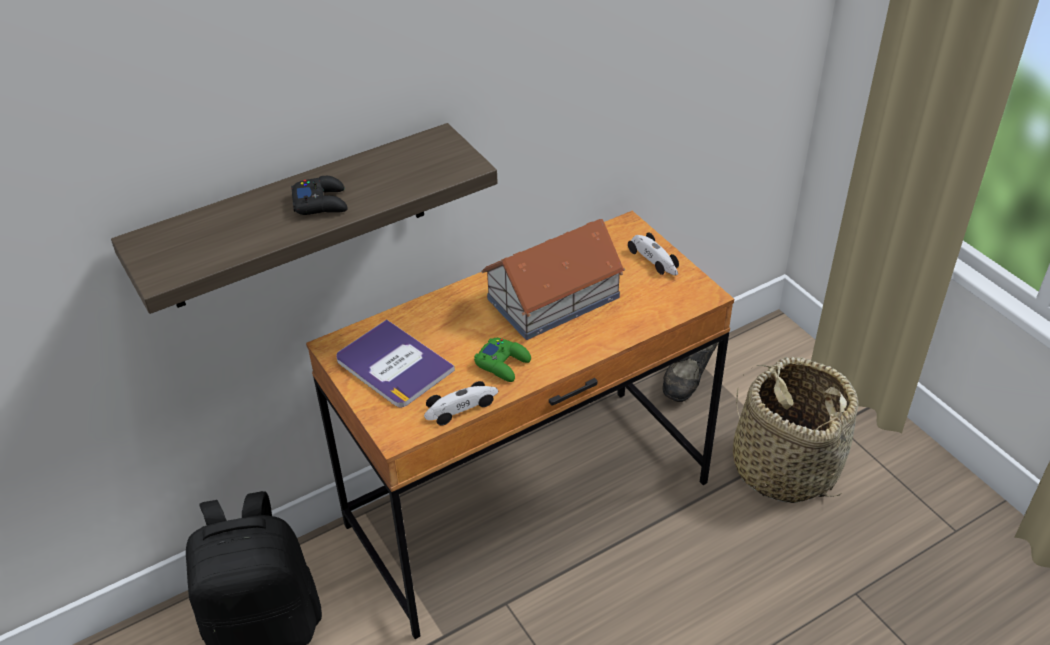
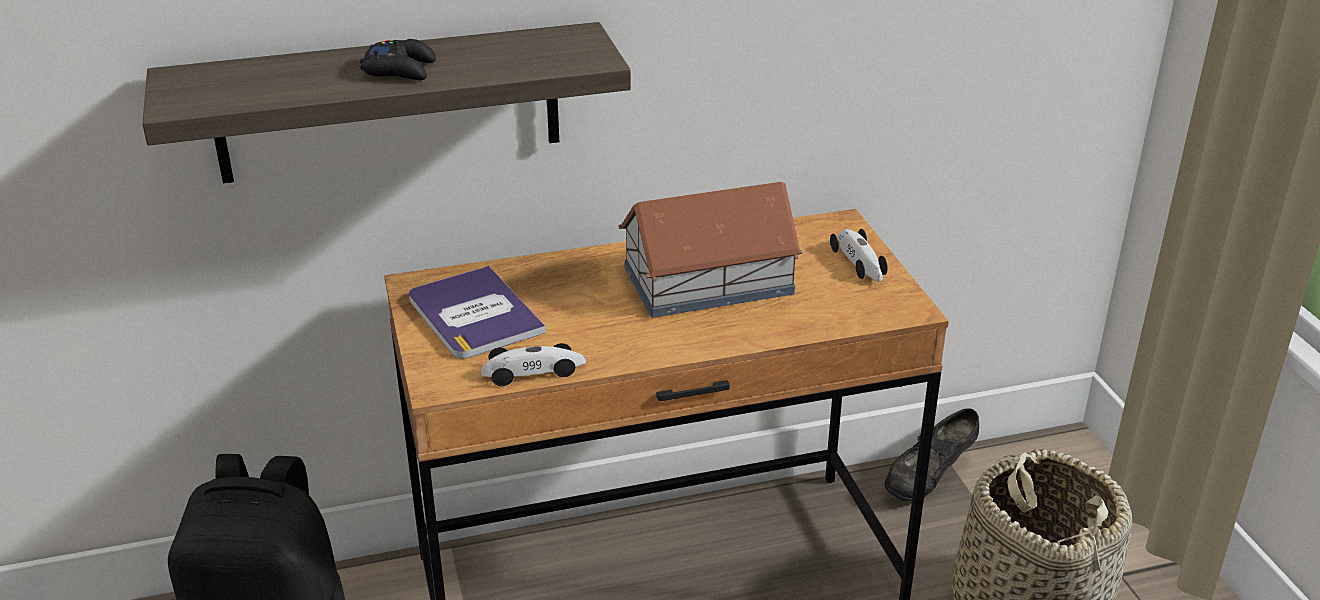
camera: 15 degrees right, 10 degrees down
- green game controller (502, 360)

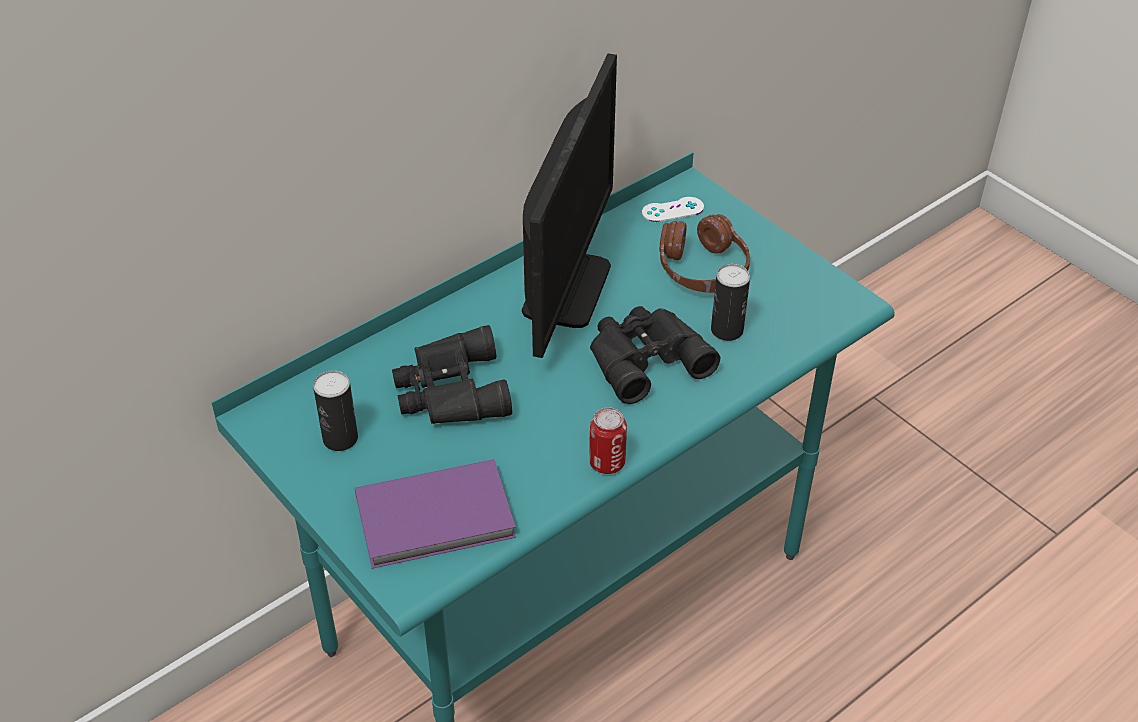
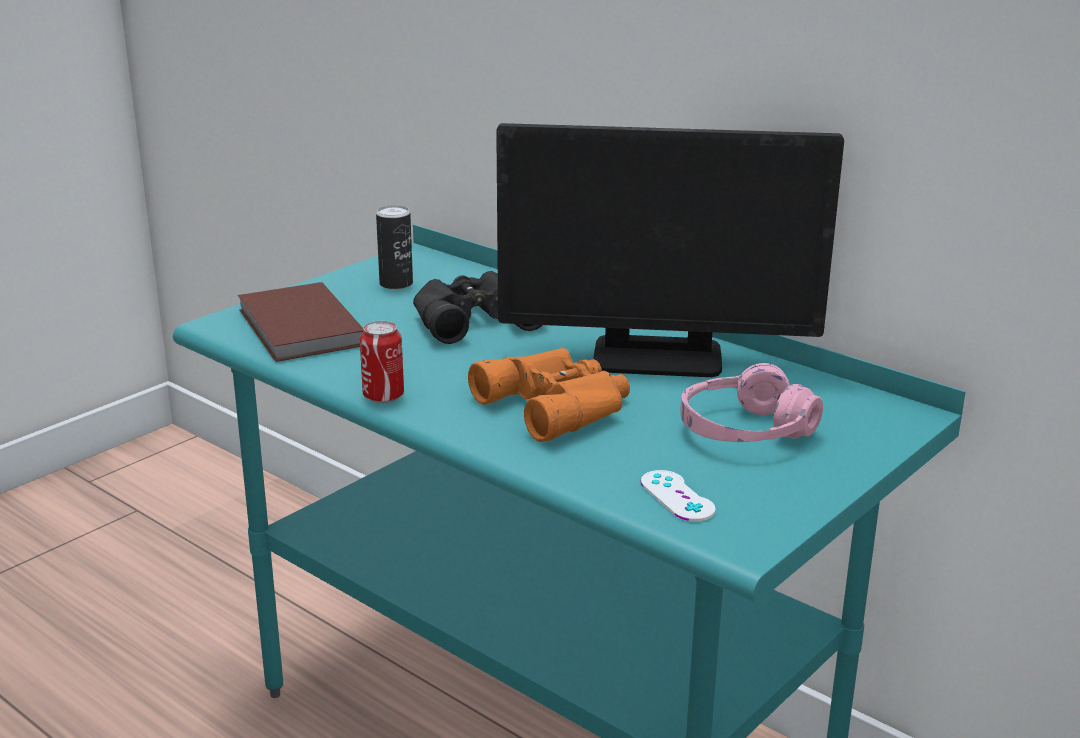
camera: 80 degrees right, 20 degrees down
~ purple book (435, 514) to brown book (300, 322)
~ black binoculars (655, 355) to orange binoculars (549, 395)
~ white game controller (673, 209) to (678, 496)
~ brown headphones (705, 253) to pink headphones (751, 402)
- can (730, 302)

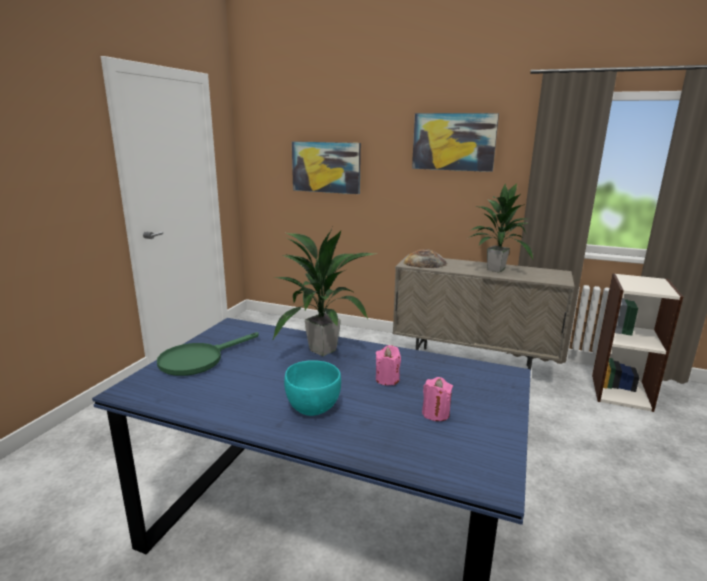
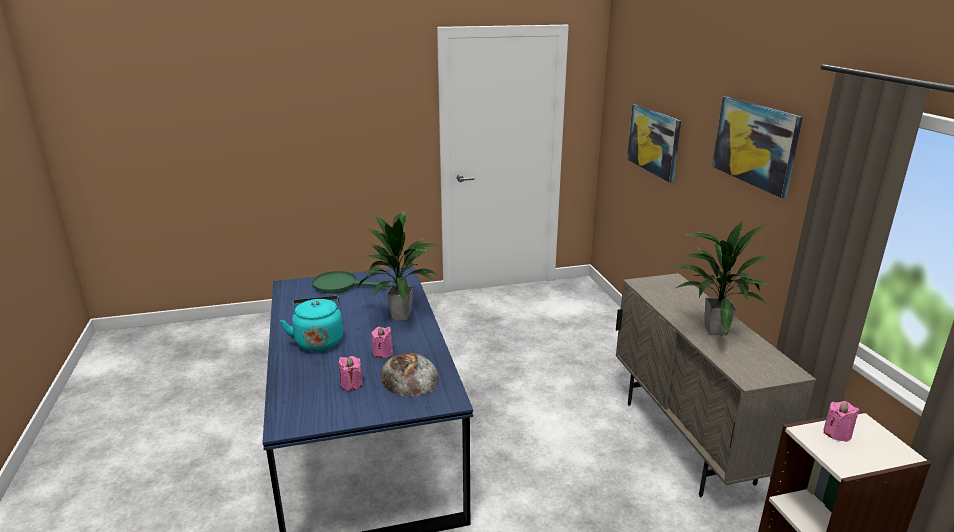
camera: 55 degrees right, 5 degrees up
~ turquoise bowl (312, 388) to turquoise kettle (311, 324)
~ bread (425, 258) to (410, 375)
+ pink candle (841, 421)

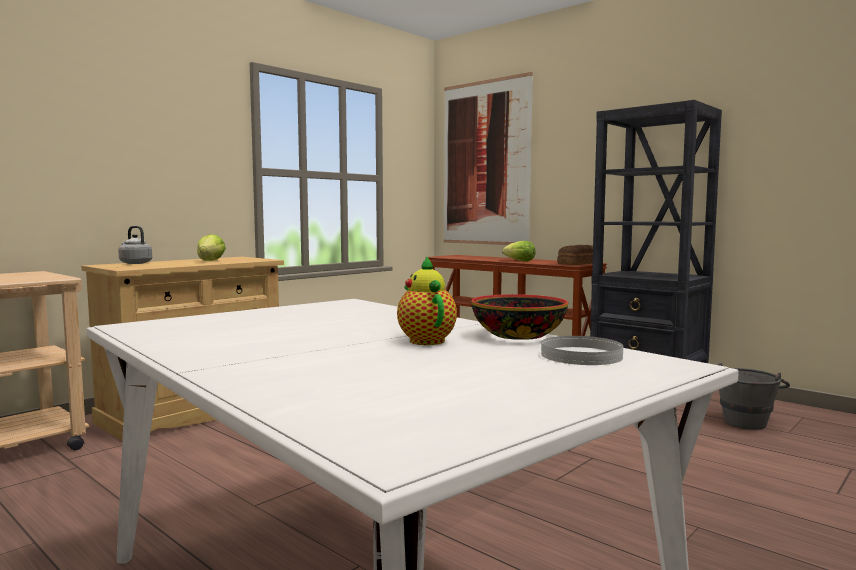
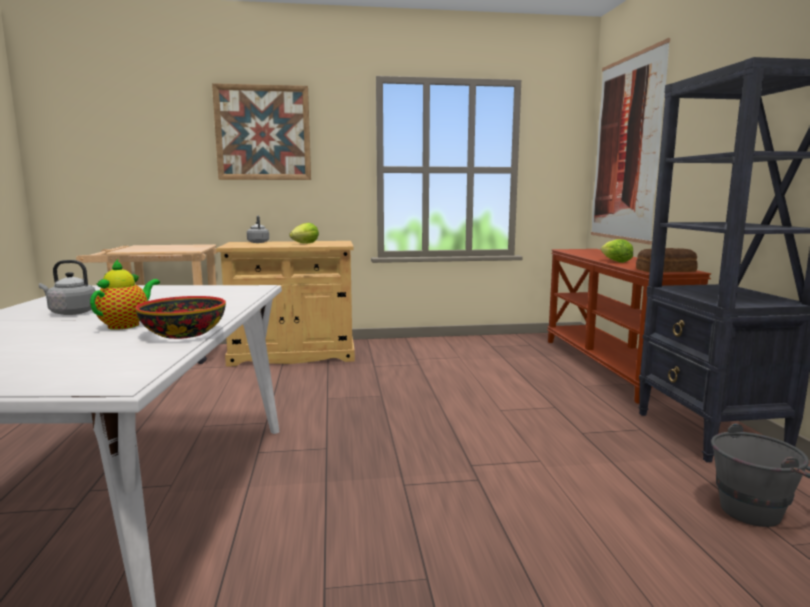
camera: 40 degrees right, 5 degrees up
- white plate (582, 350)
+ grey kettle (67, 287)
+ picture (261, 131)

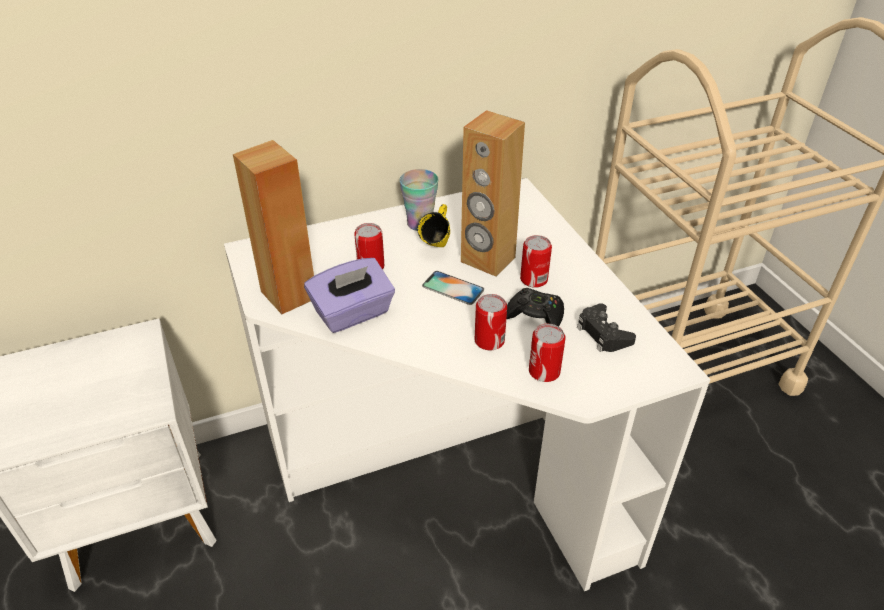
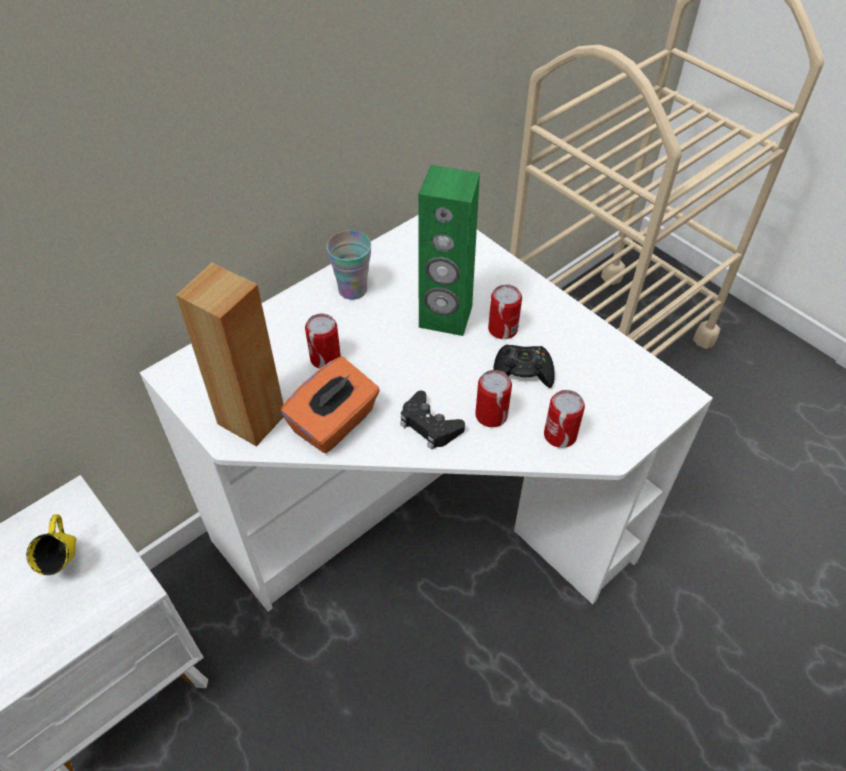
camera: 20 degrees left, 10 degrees up
~ purple tissue box (349, 295) to orange tissue box (330, 404)
~ yellow mug (433, 225) to (51, 544)
- phone (453, 288)
~ brown speaker (493, 193) to green speaker (449, 250)
~ black game controller (606, 327) to (432, 420)

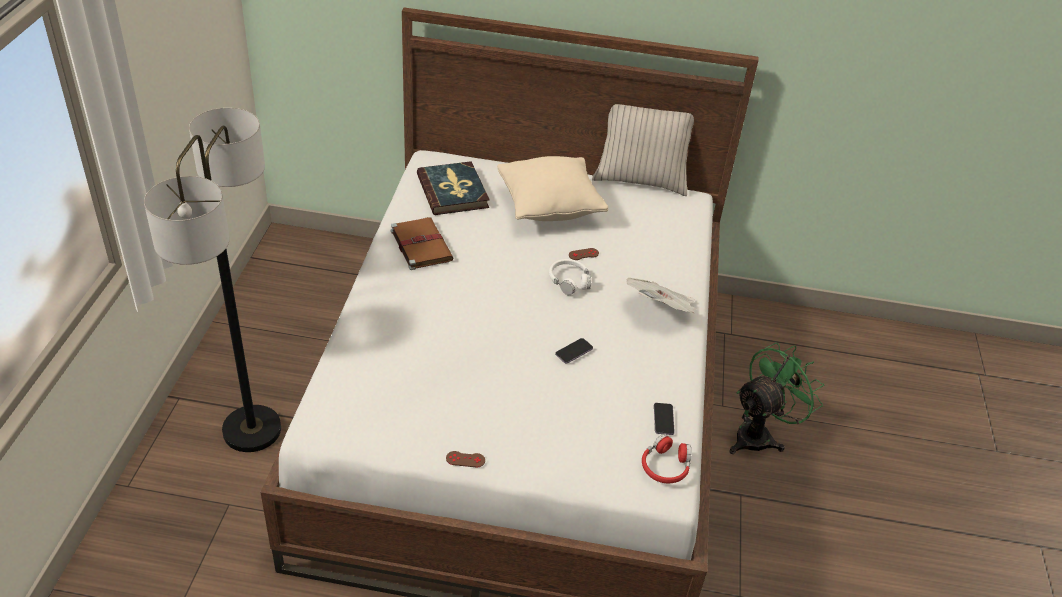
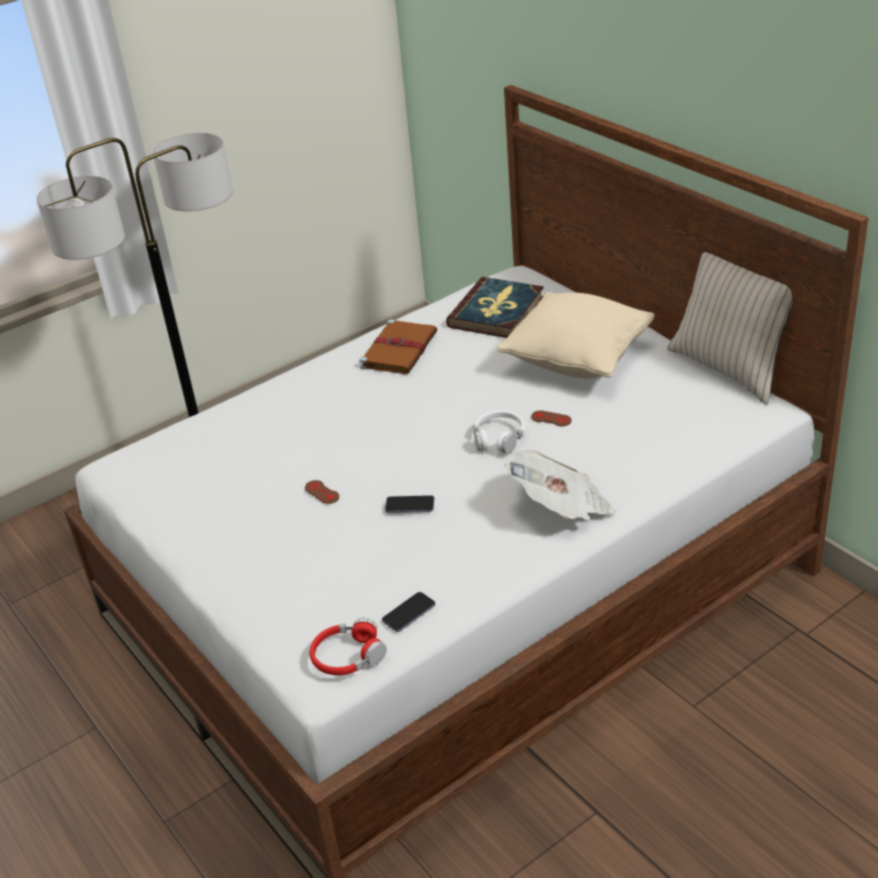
camera: 50 degrees right, 5 degrees down
~ brown game controller (465, 459) to (322, 492)
- green fan (776, 398)

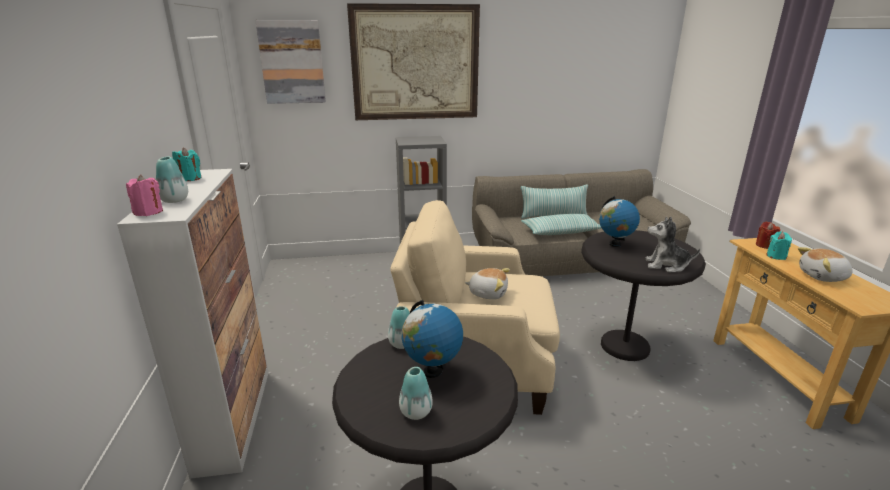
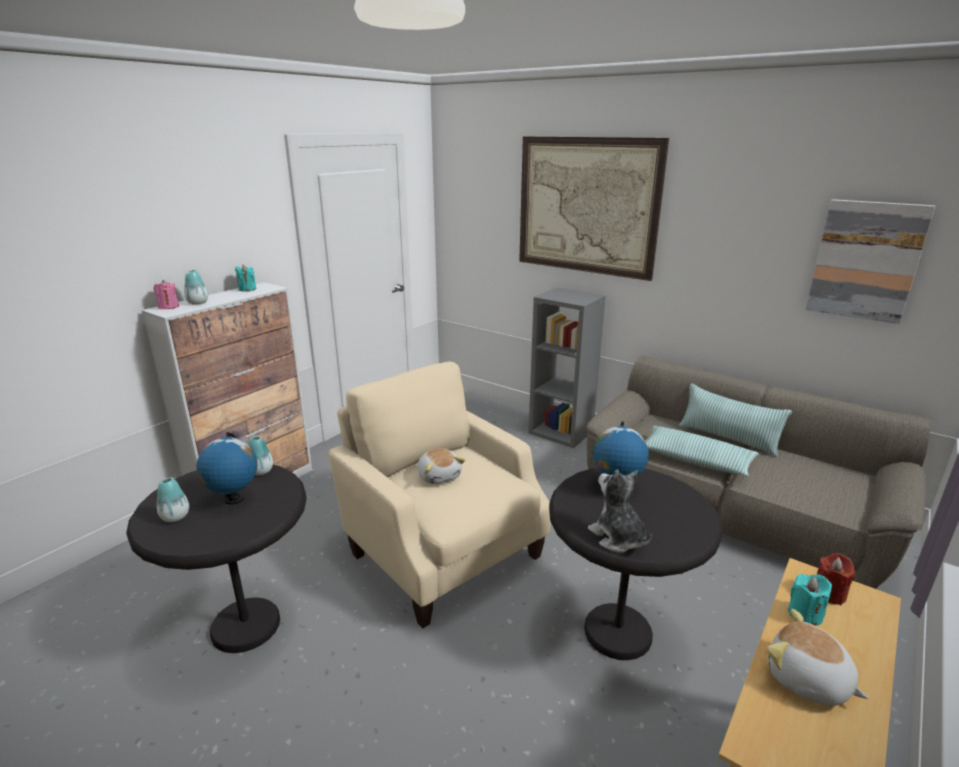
camera: 45 degrees right, 0 degrees up
~ picture (290, 62) to (870, 261)

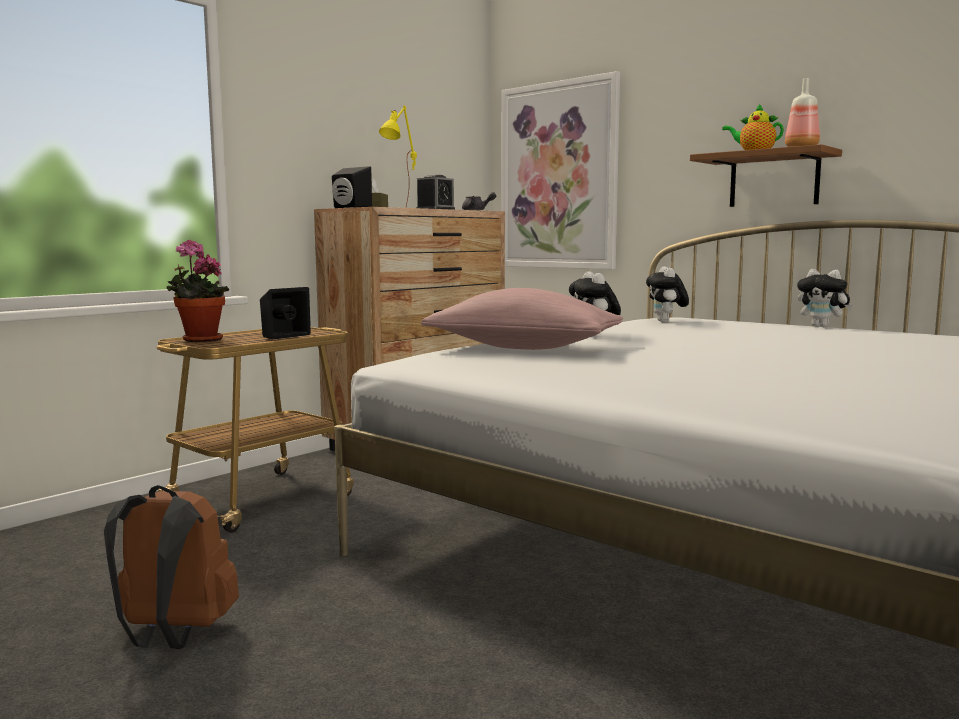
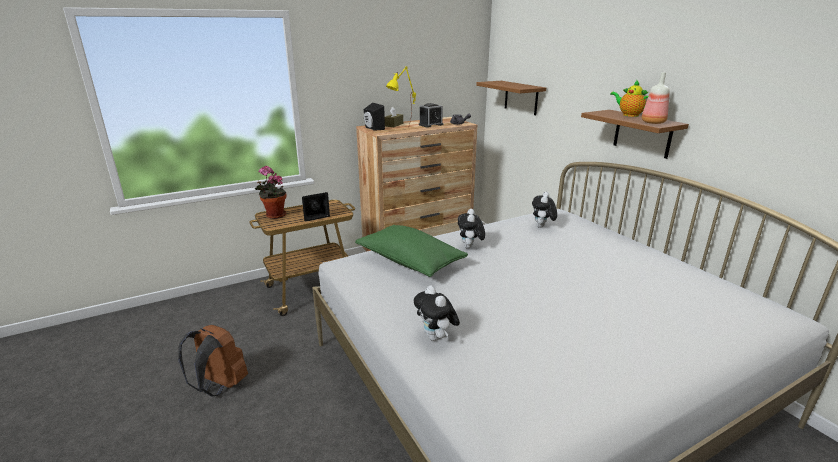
camera: 20 degrees right, 15 degrees up
~ pink pillow (522, 319) to green pillow (411, 251)
~ picture (560, 170) to brown shelf (511, 98)
~ plush toy (825, 298) to (437, 313)

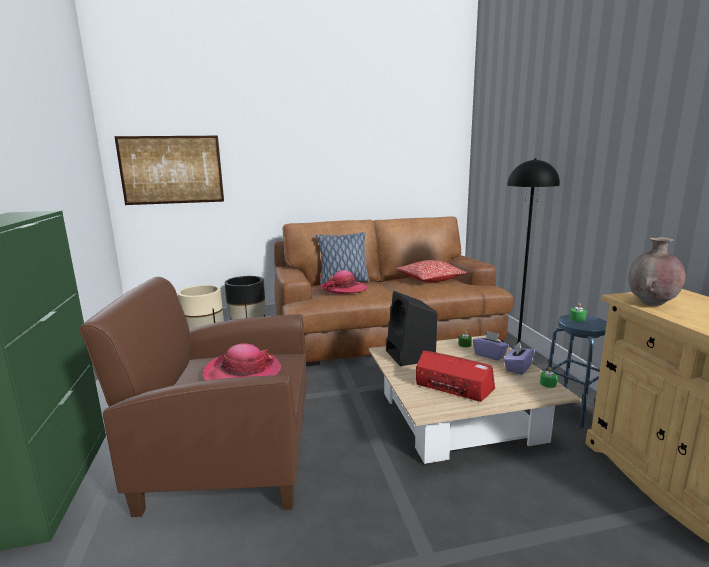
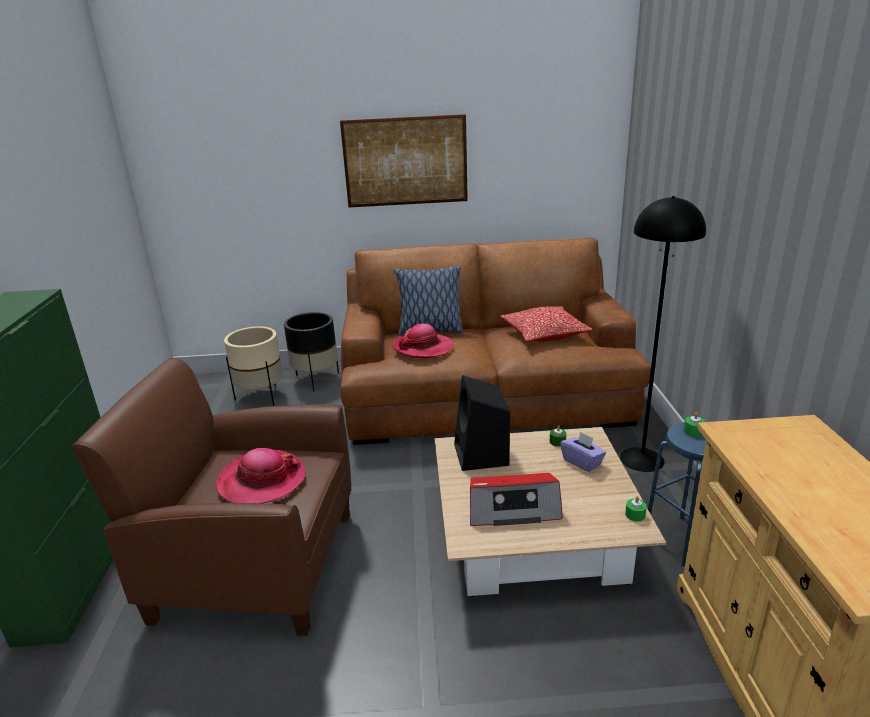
camera: 10 degrees right, 10 degrees up
~ picture (169, 170) to (404, 161)
~ radio (455, 376) = (516, 499) 135 degrees clockwise
- purple tissue box (519, 358)
- brown vase (656, 271)

